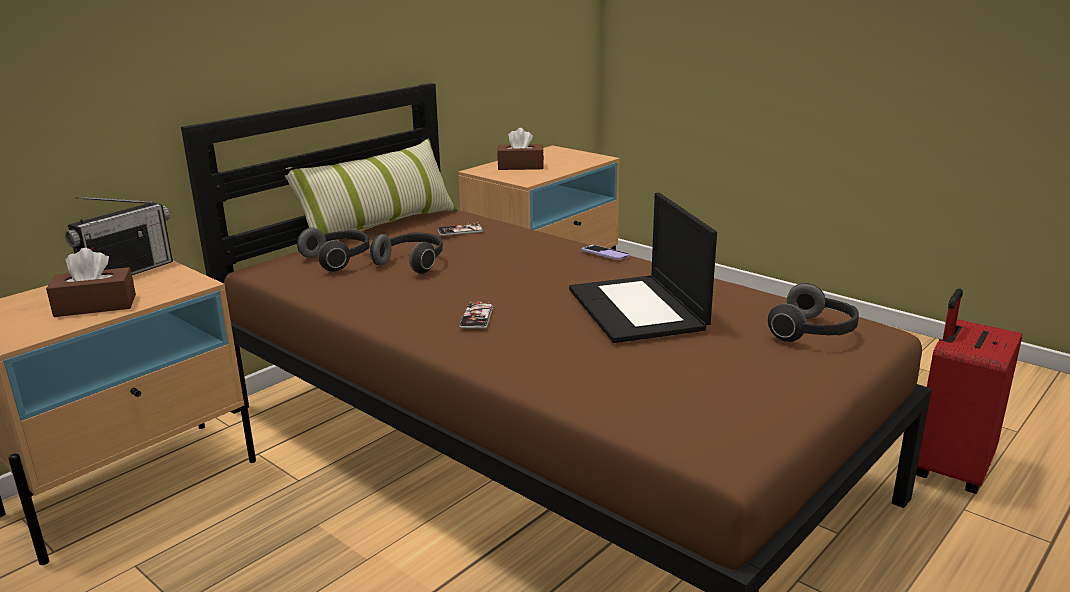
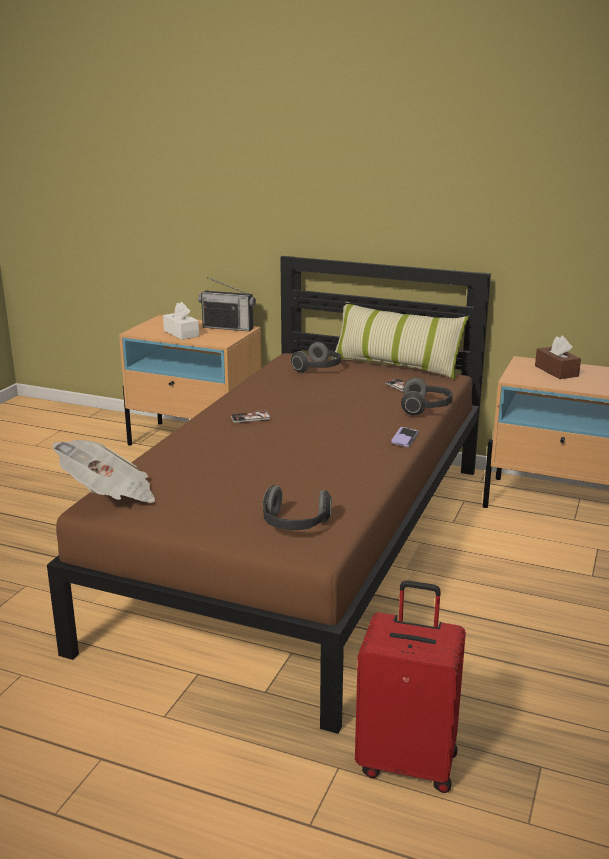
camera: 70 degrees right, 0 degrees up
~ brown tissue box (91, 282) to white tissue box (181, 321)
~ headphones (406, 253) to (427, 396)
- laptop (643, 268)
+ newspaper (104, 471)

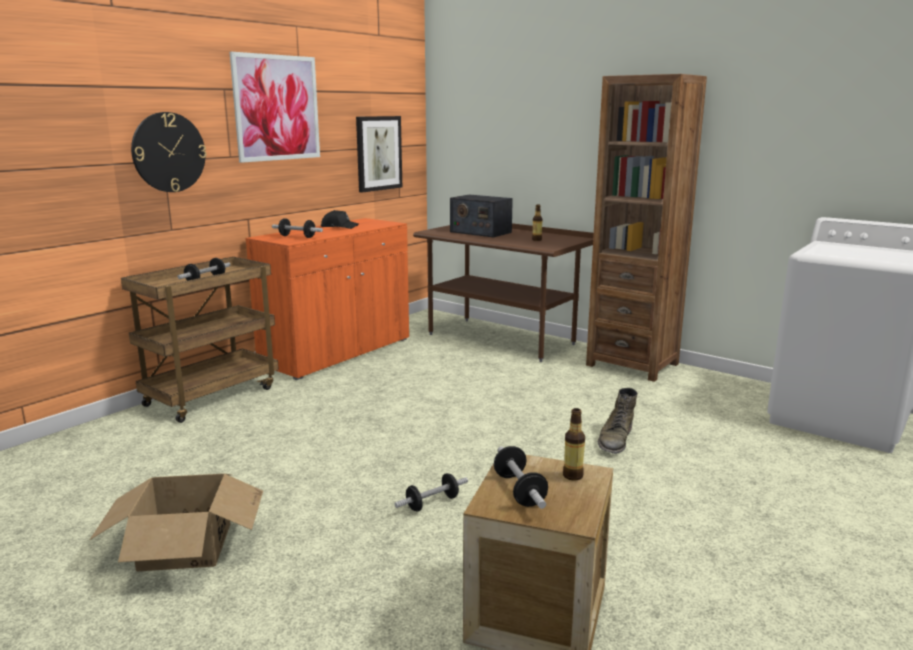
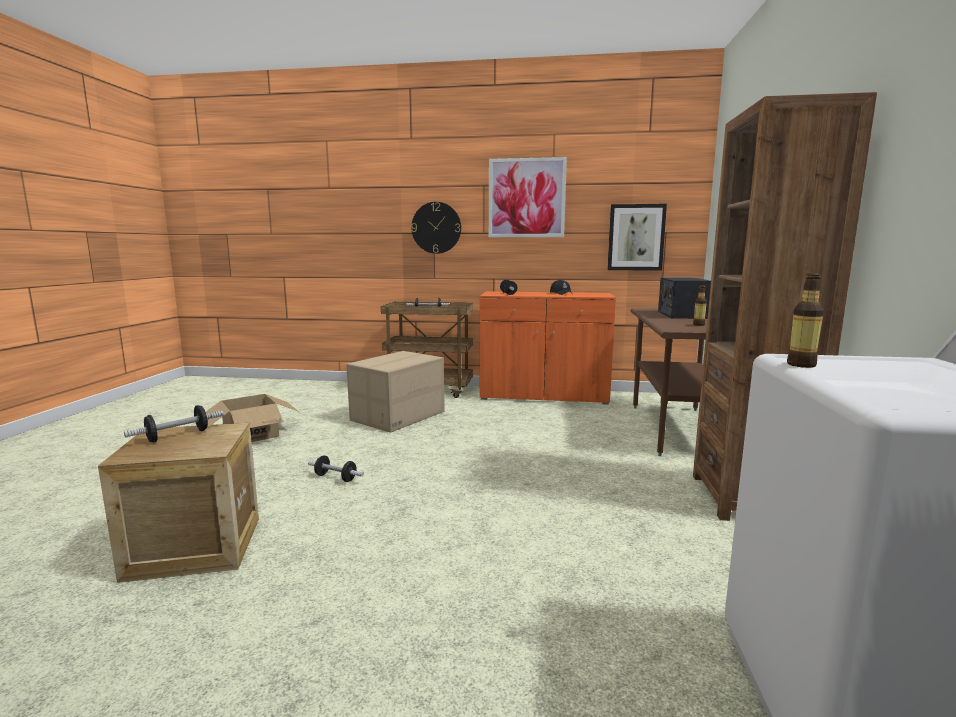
camera: 60 degrees right, 5 degrees down
~ bottle (574, 444) to (805, 320)
- green boot (618, 421)
+ cardboard box (395, 392)

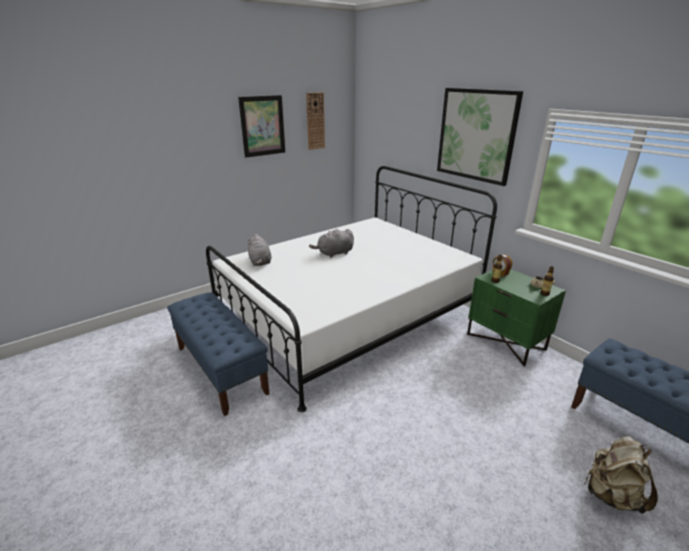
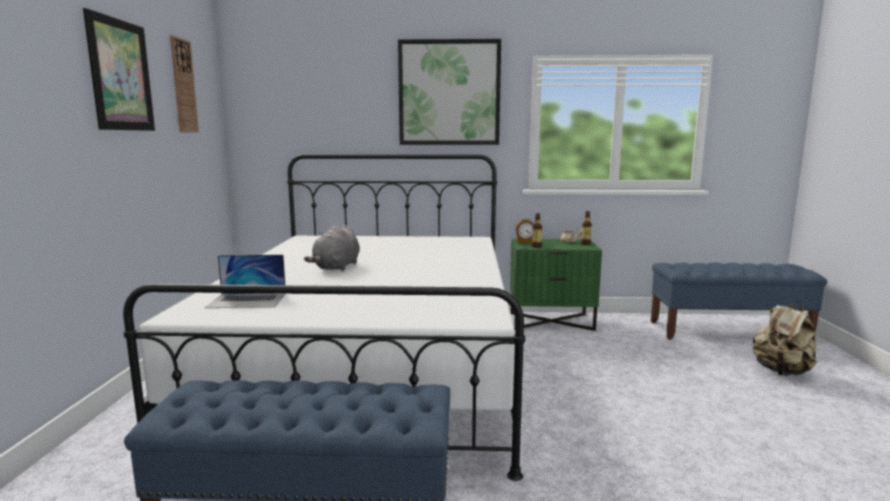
camera: 50 degrees left, 15 degrees down
~ grey plush toy (260, 250) to laptop (245, 281)

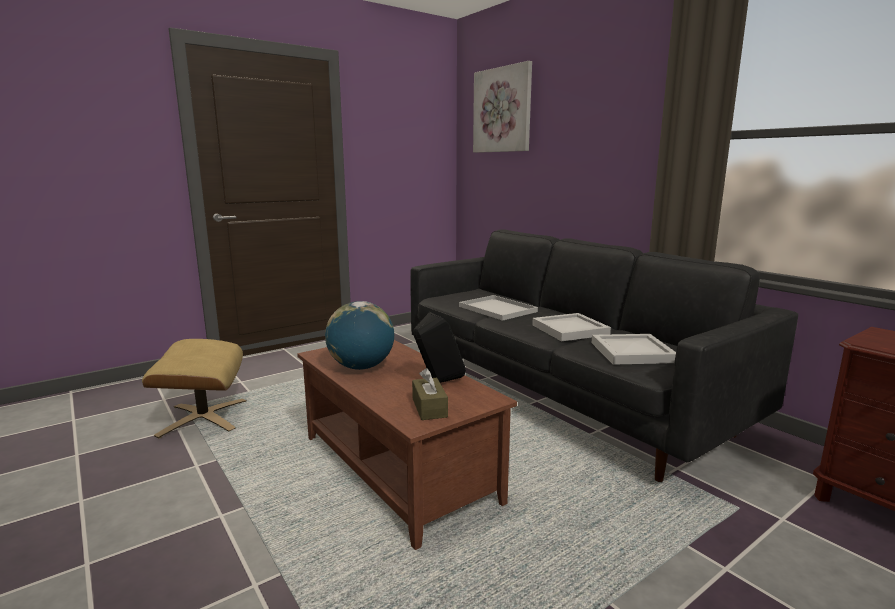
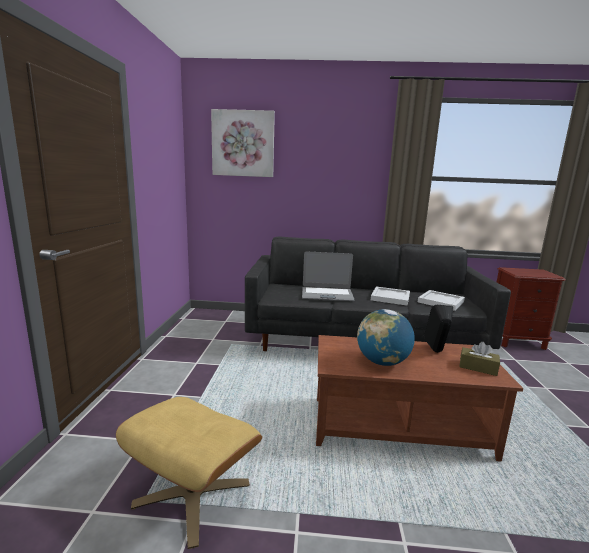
camera: 50 degrees left, 0 degrees up
~ white tray (498, 308) to laptop (328, 276)

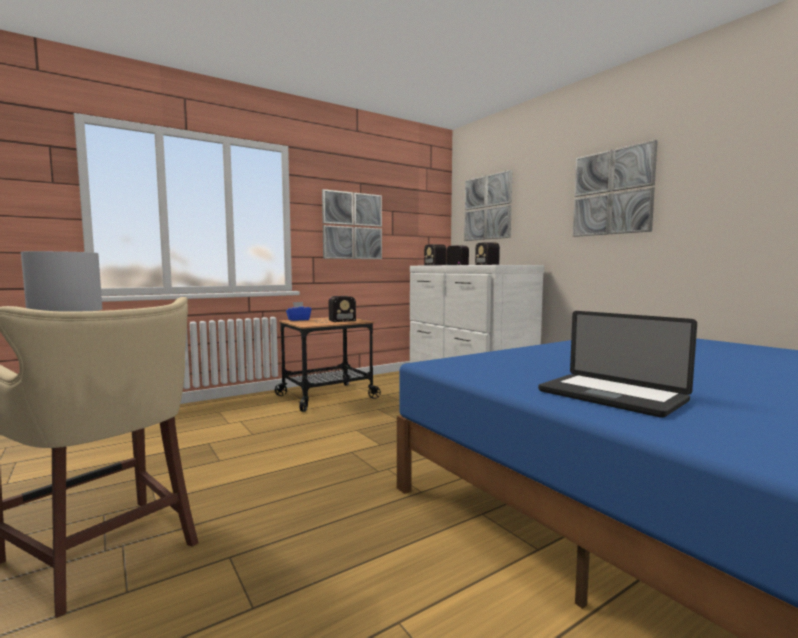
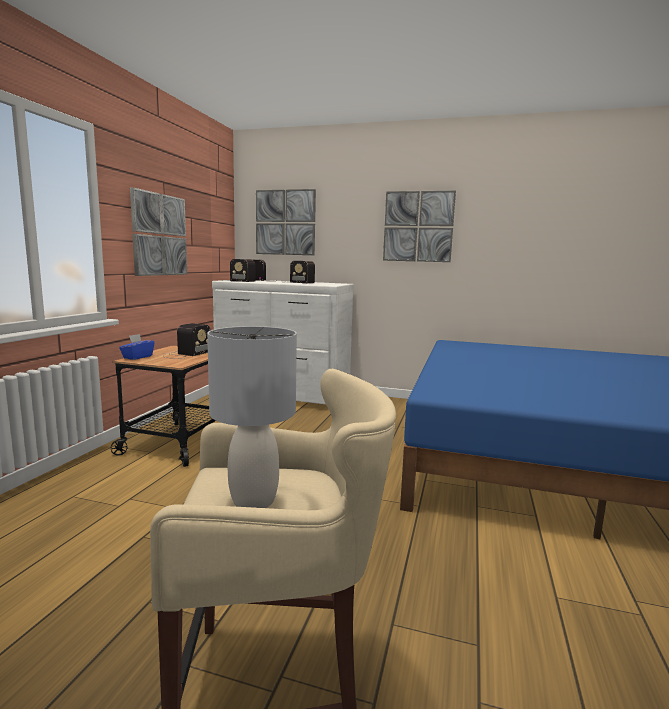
camera: 40 degrees left, 5 degrees up
- laptop (617, 364)

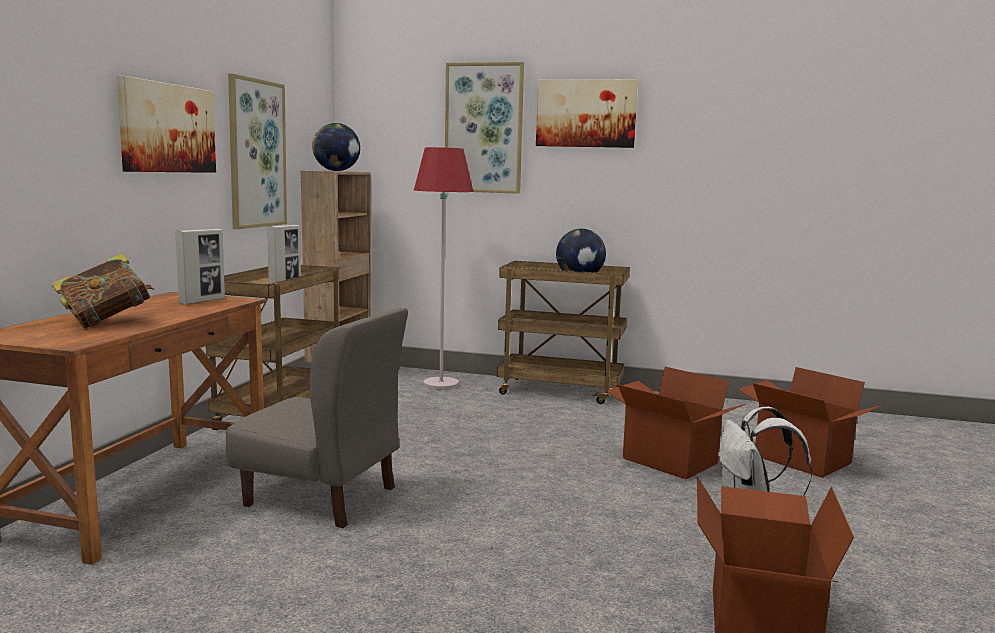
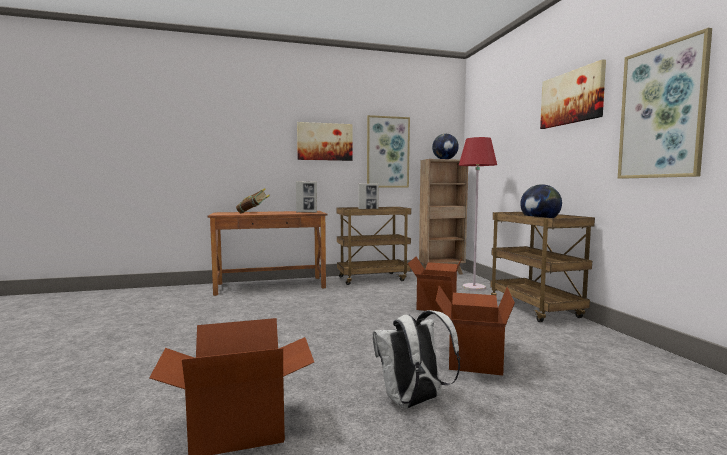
camera: 60 degrees right, 5 degrees down
- grey chair (317, 417)
~ picture (484, 128) to (665, 103)
~ cardboard box (811, 422) to (435, 285)

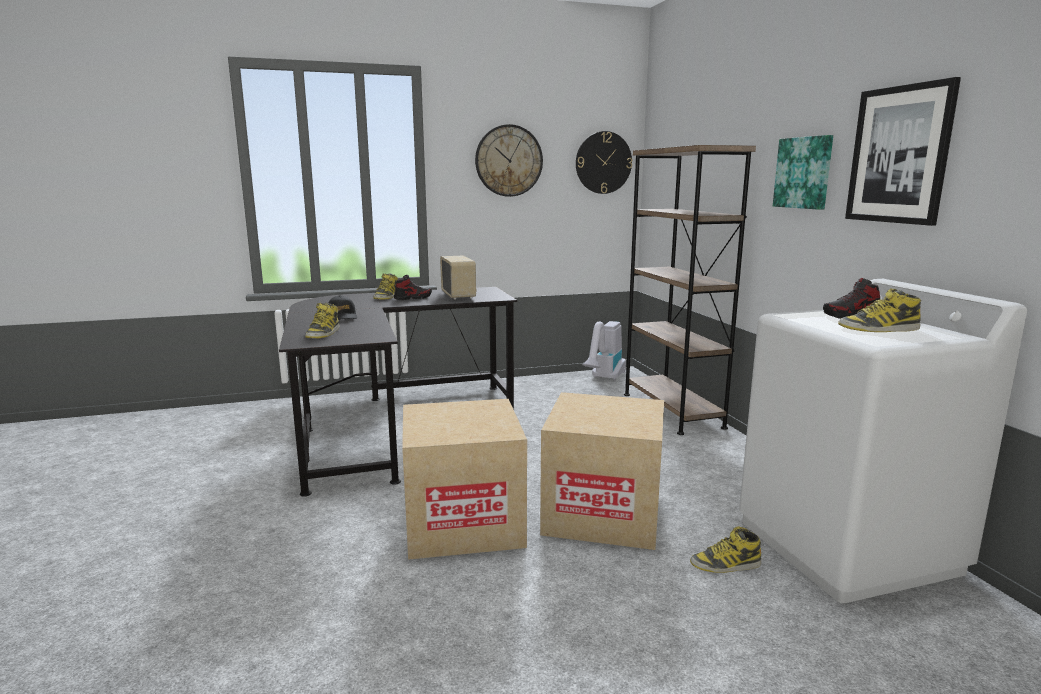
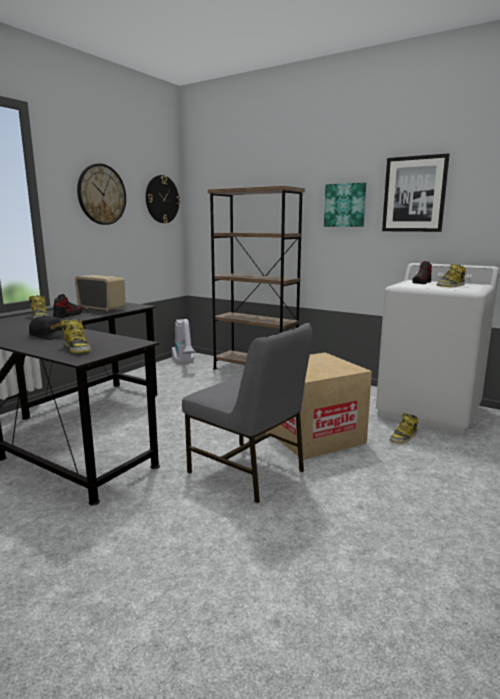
camera: 40 degrees left, 0 degrees up
~ cardboard box (464, 479) to grey chair (247, 413)

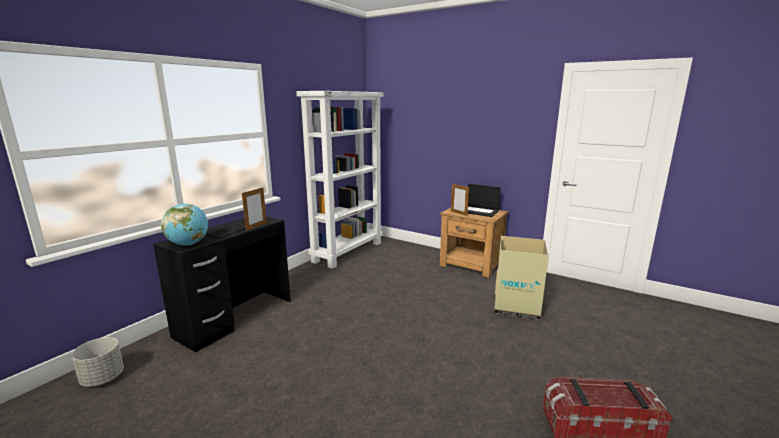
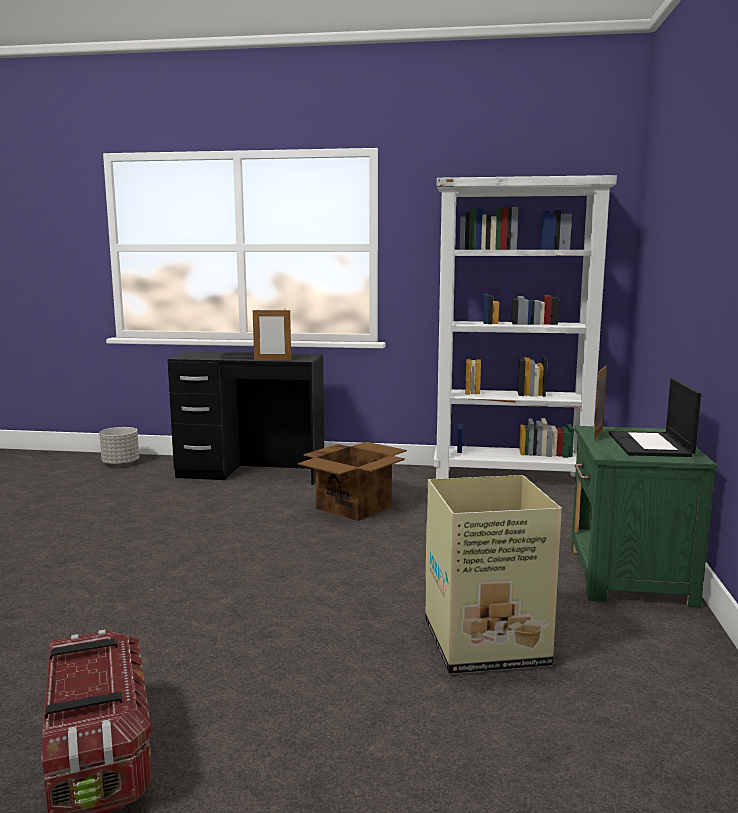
camera: 65 degrees right, 5 degrees down
- globe (184, 225)
~ brown nightstand (474, 243) to green nightstand (644, 517)
+ cardboard box (352, 481)

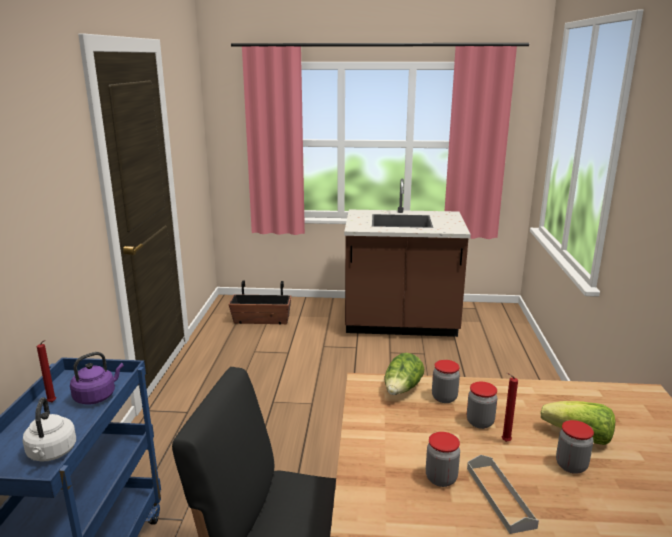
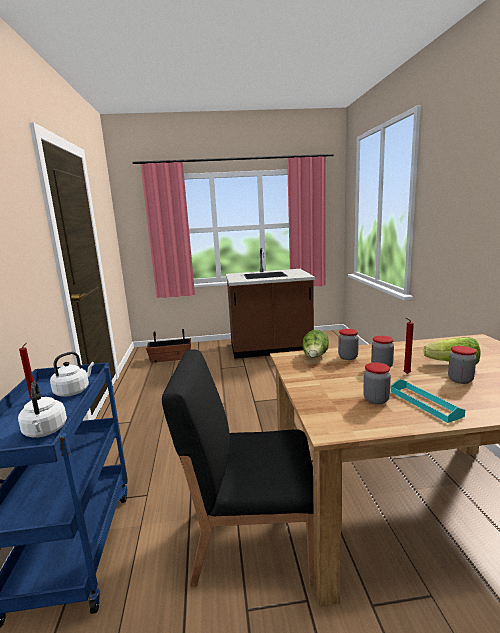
camera: 10 degrees left, 5 degrees down
~ purple kettle (97, 378) to white kettle (72, 374)
~ grey tray (503, 494) to turquoise tray (428, 401)

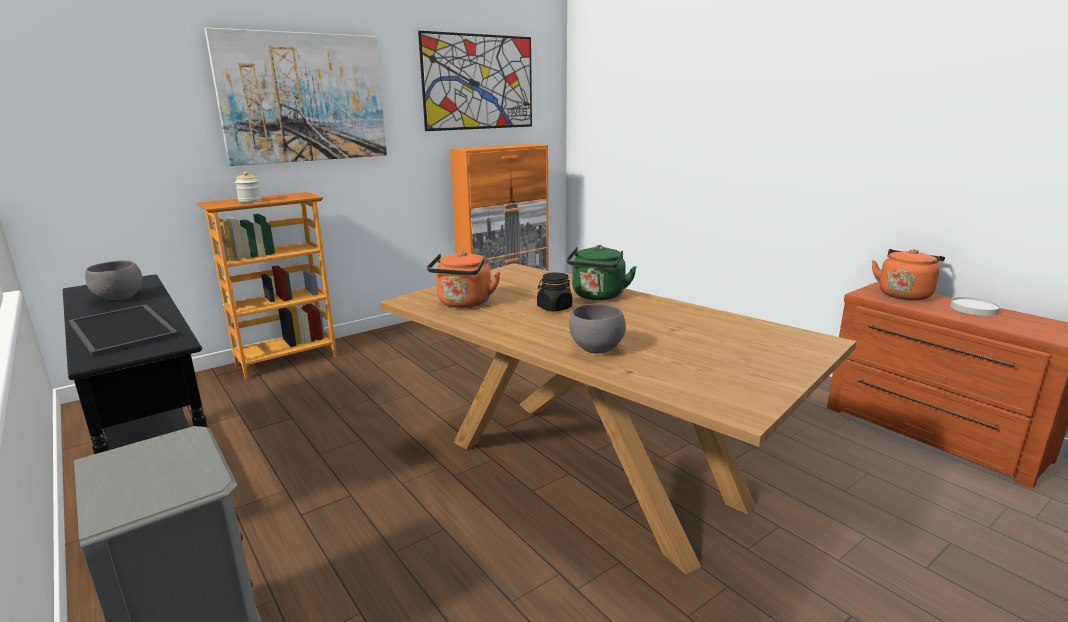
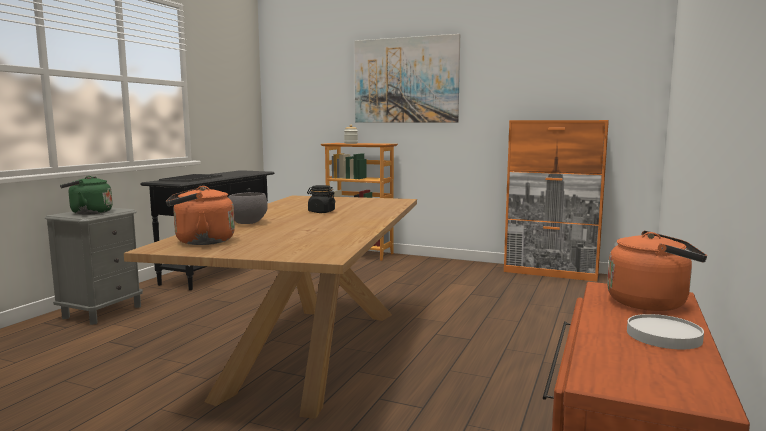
camera: 60 degrees right, 10 degrees down
- grey bowl (114, 280)
- picture (475, 81)
~ orange kettle (464, 279) to (200, 215)
~ green kettle (601, 272) to (86, 195)

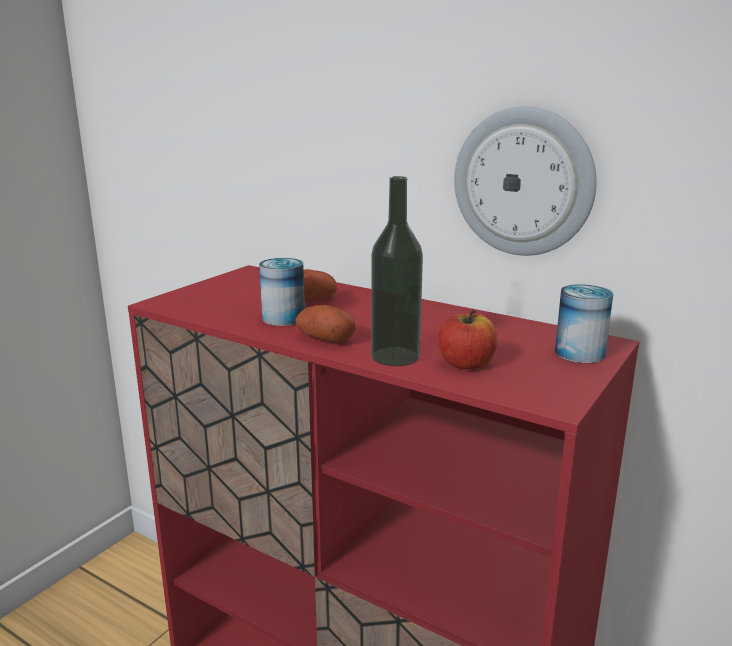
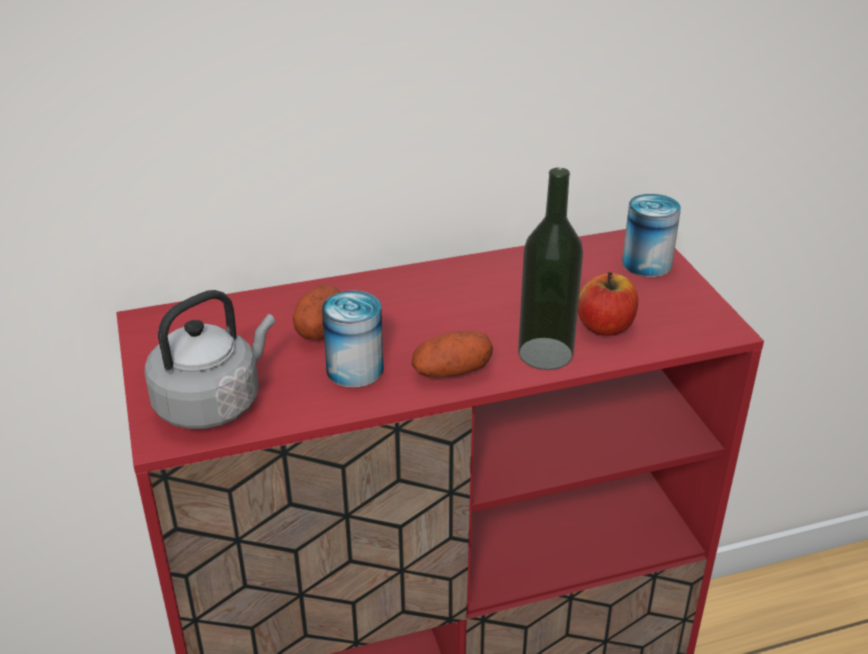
camera: 50 degrees left, 15 degrees up
- wall clock (525, 181)
+ grey kettle (209, 359)

